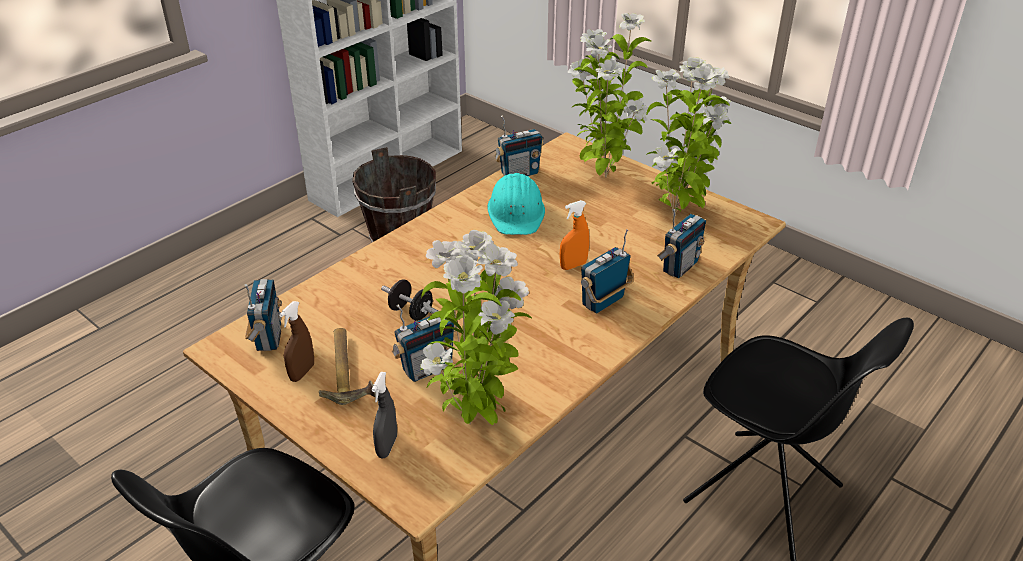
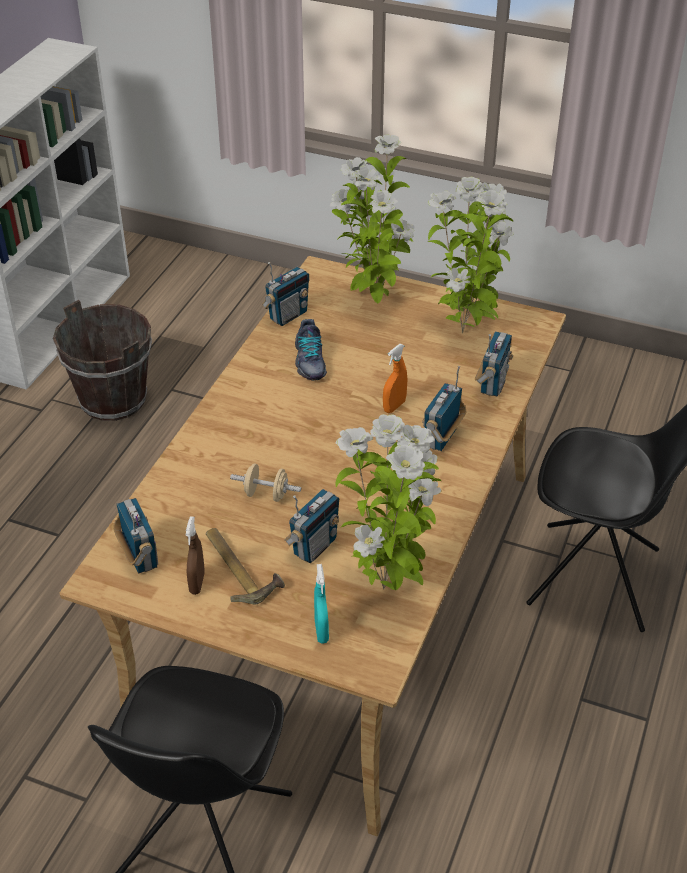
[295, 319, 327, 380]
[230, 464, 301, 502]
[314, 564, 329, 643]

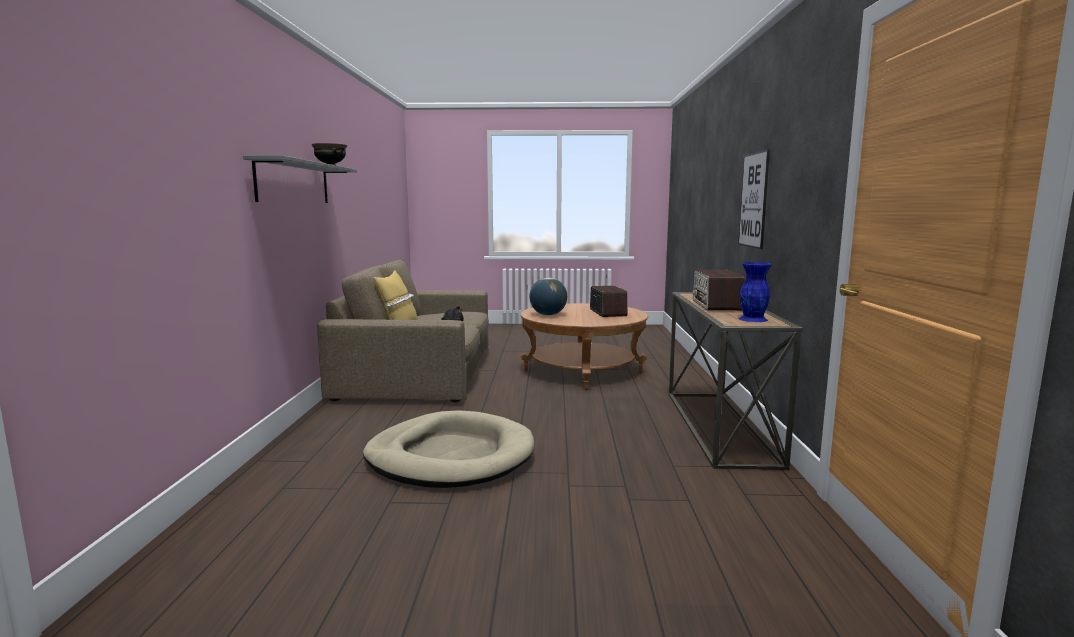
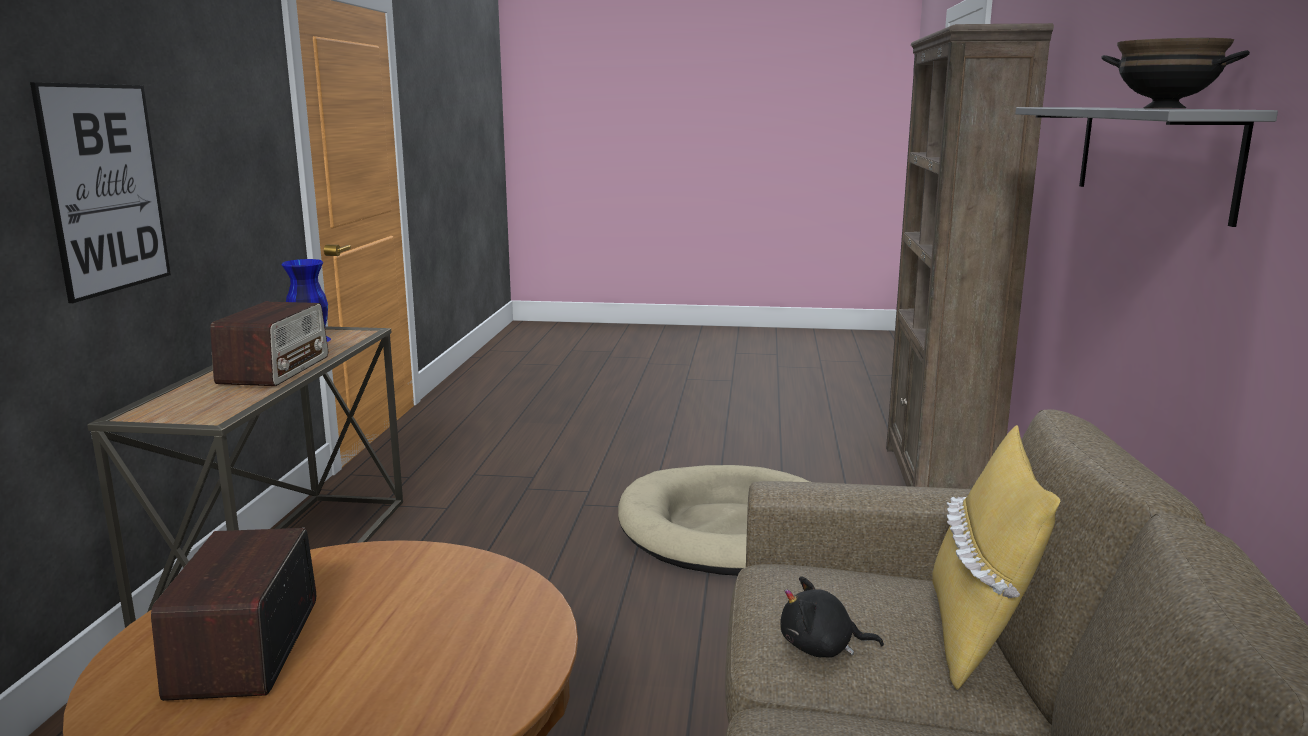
[529, 278, 567, 315] (first image)
[886, 23, 1054, 489]

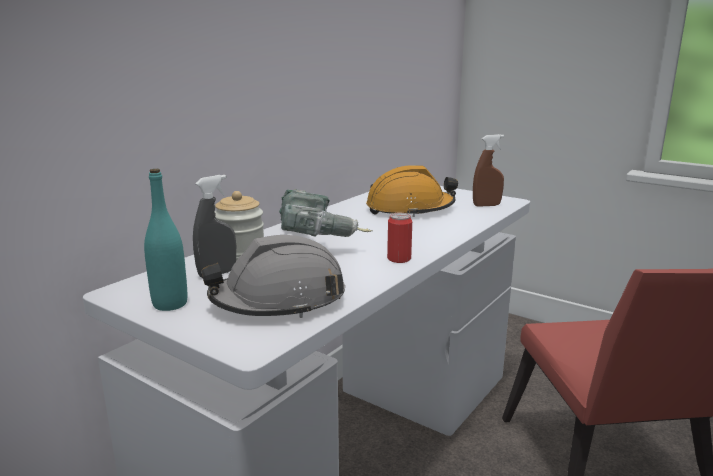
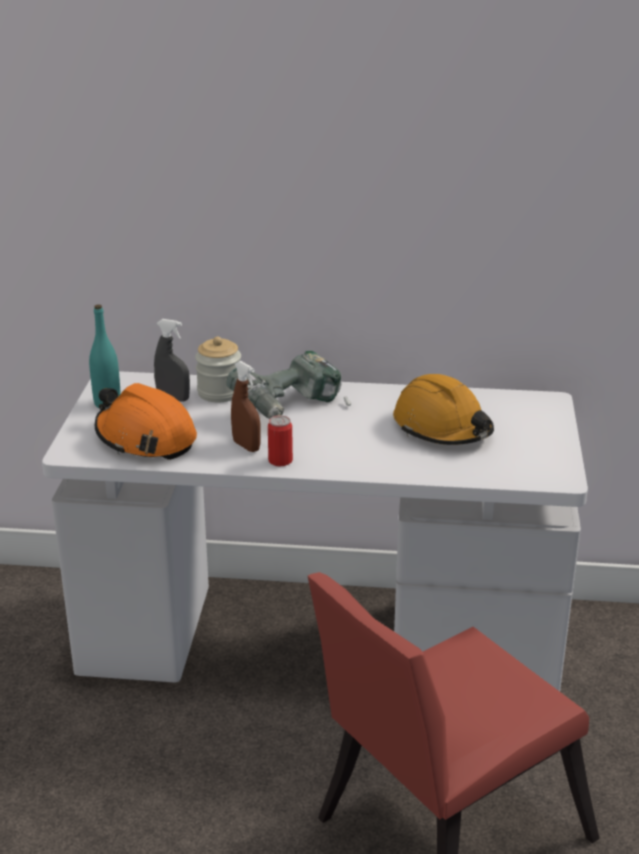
[231, 361, 261, 452]
[95, 383, 197, 460]

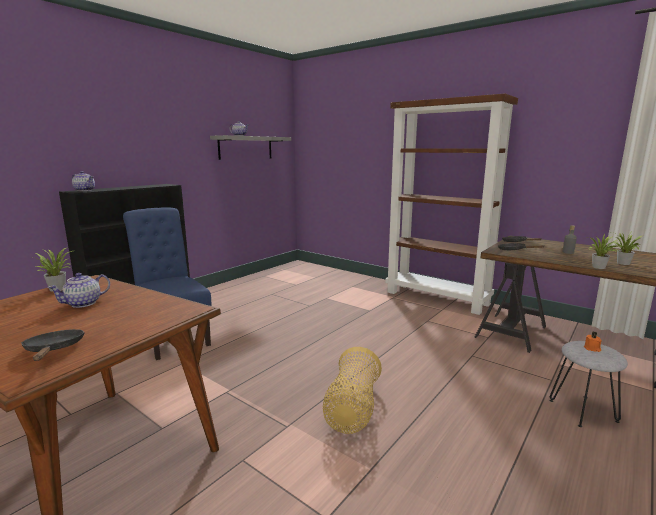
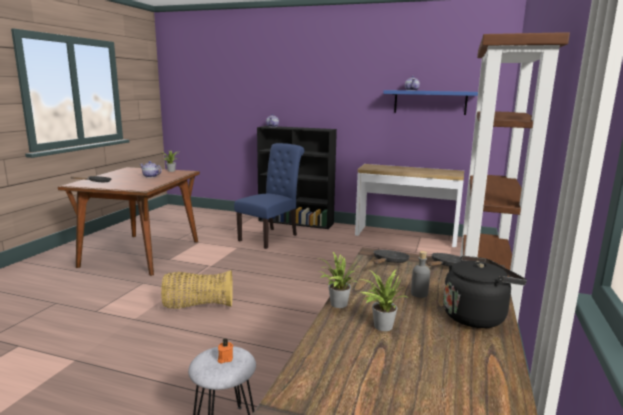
[383, 90, 478, 115]
[355, 164, 464, 247]
[443, 255, 527, 328]

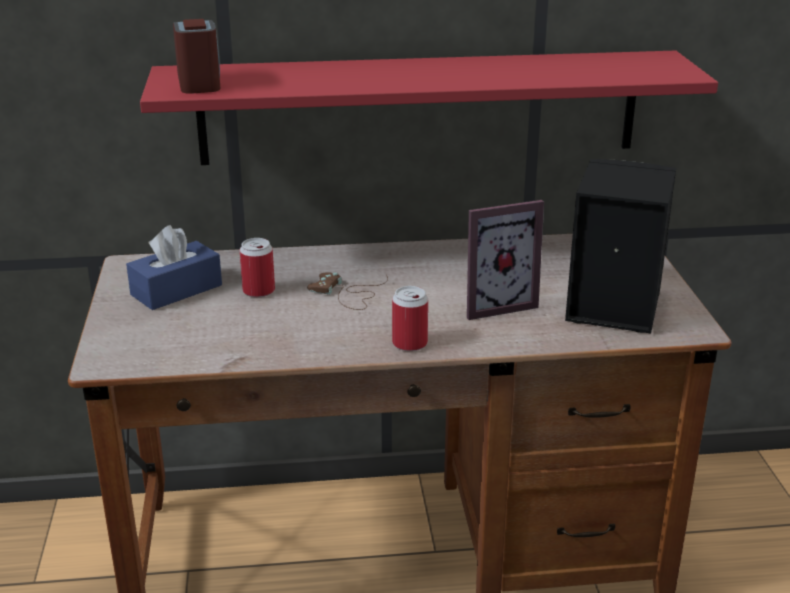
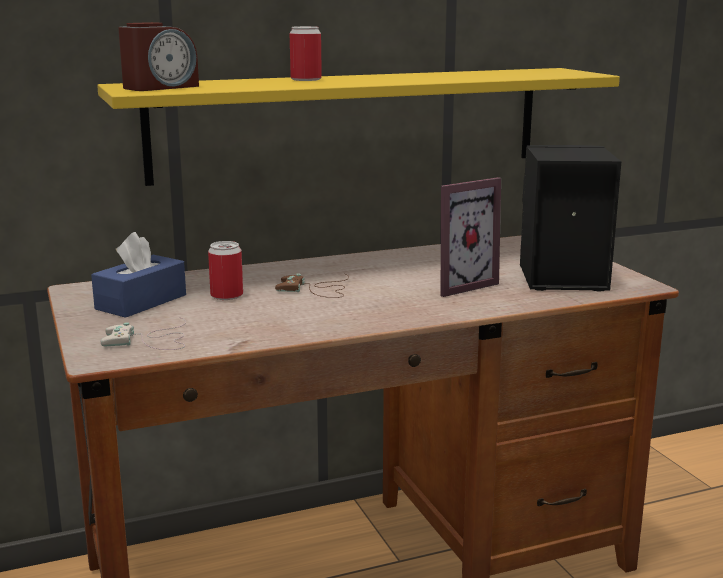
[118, 22, 199, 91]
[97, 68, 620, 186]
[290, 26, 322, 81]
[100, 317, 186, 350]

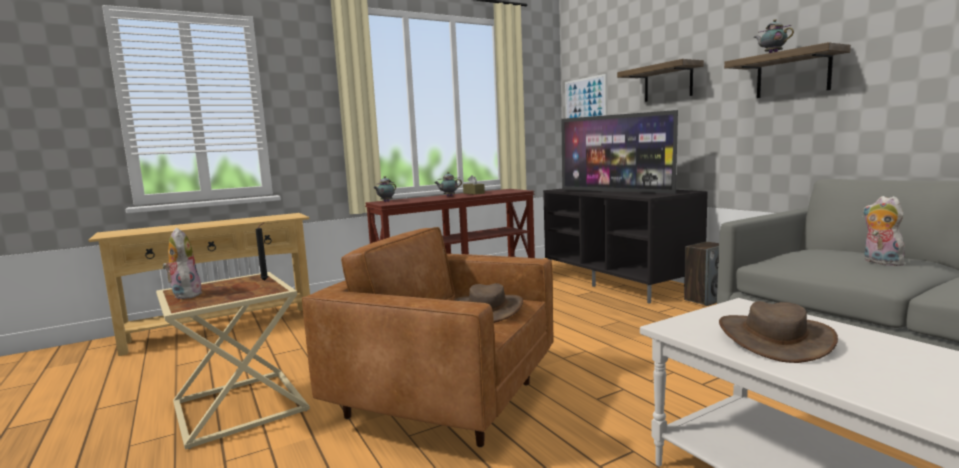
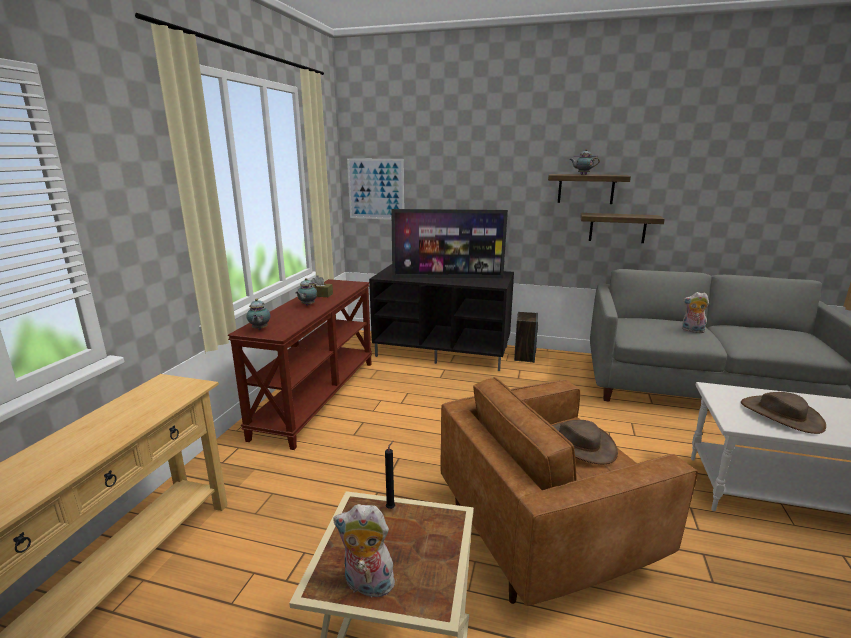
[580, 213, 665, 243]

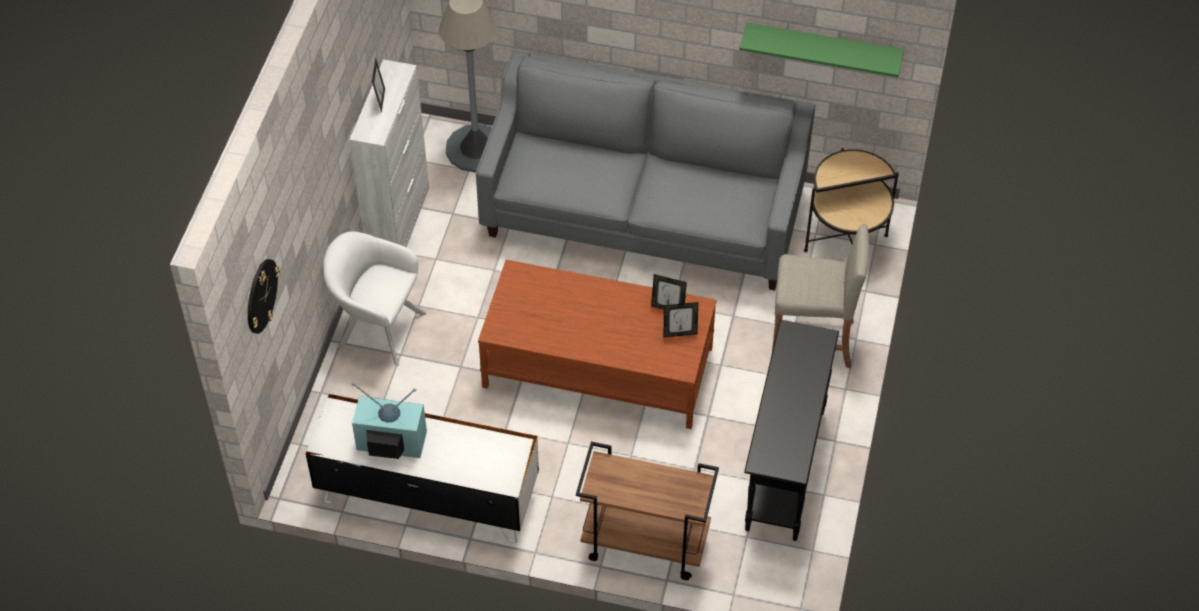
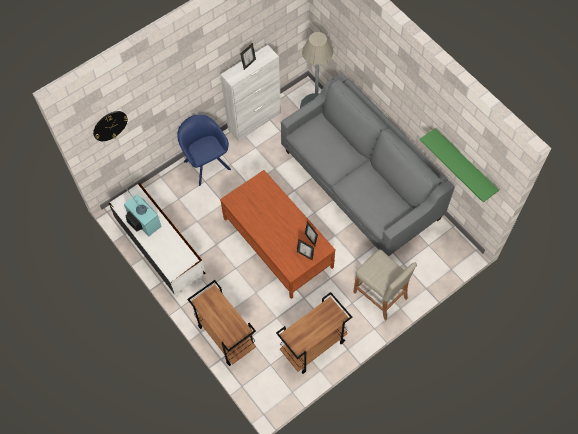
[804, 148, 899, 252] (first image)
[177, 114, 231, 186]
[276, 292, 352, 374]

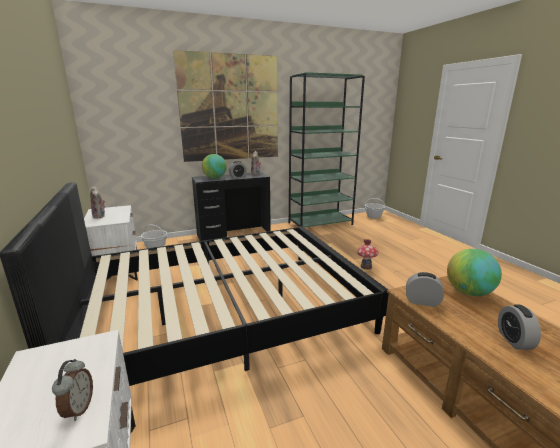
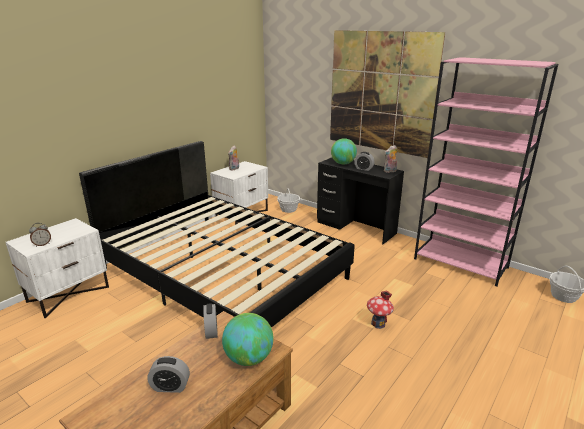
[414, 57, 558, 287]
[147, 356, 190, 393]

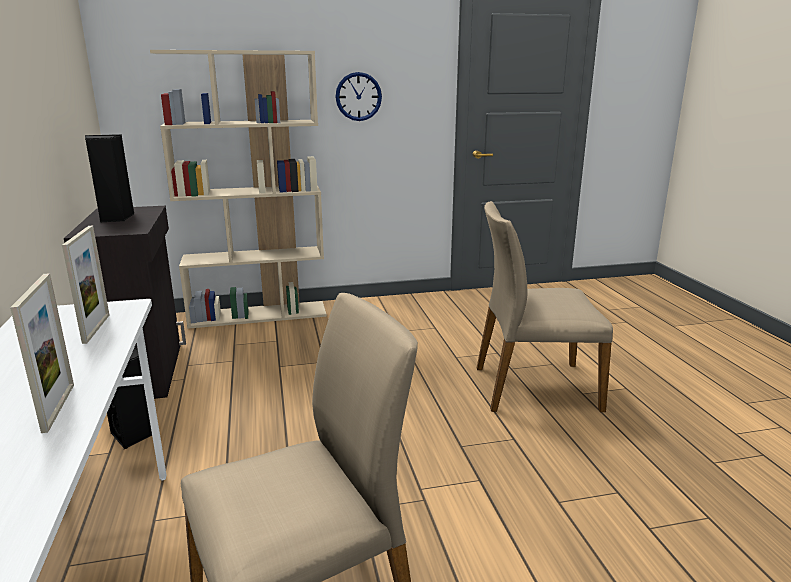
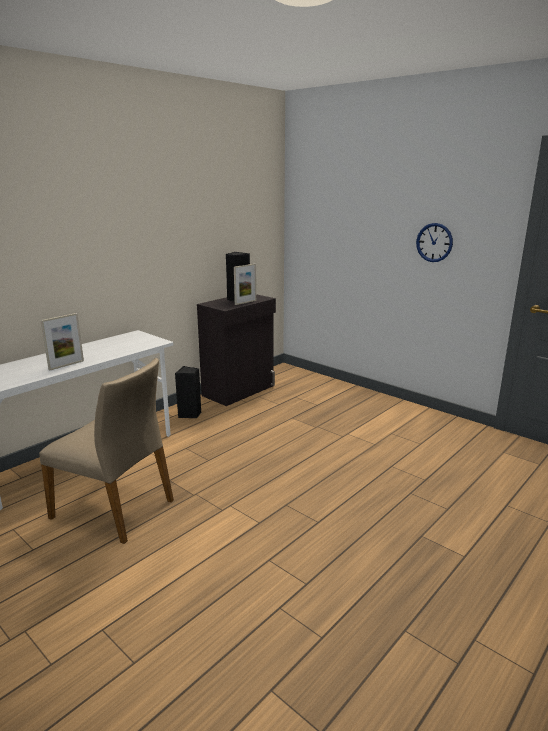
[150, 50, 327, 329] (first image)
[477, 201, 613, 412] (first image)
[234, 264, 256, 305]

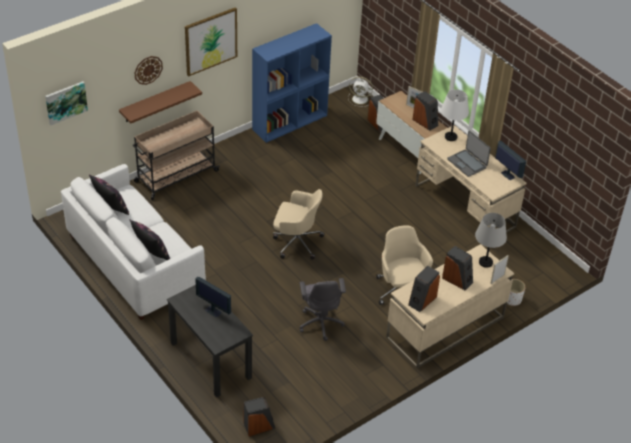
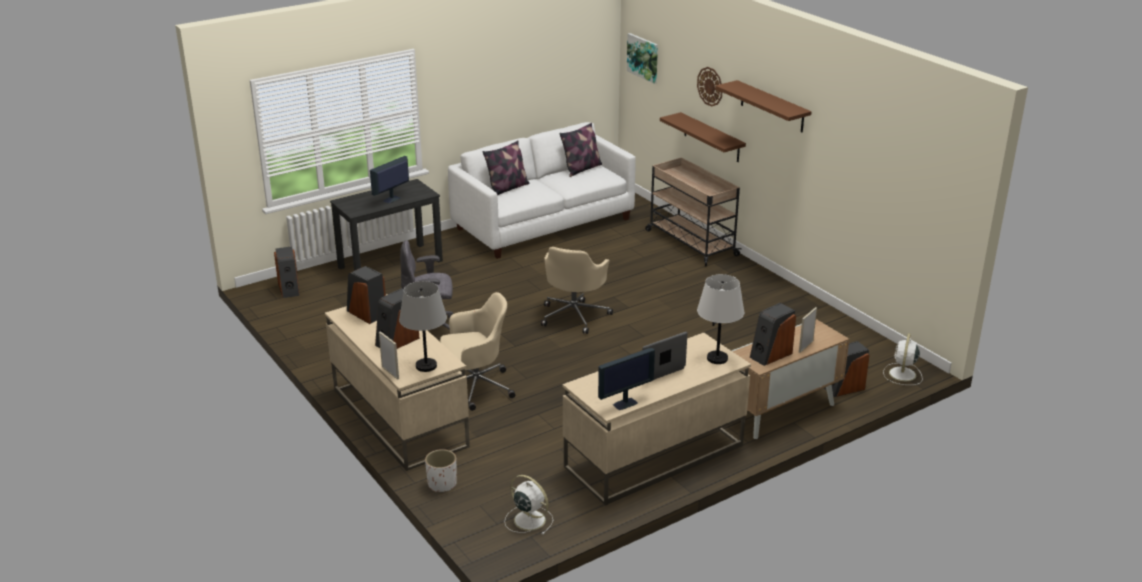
[715, 80, 812, 132]
[252, 23, 332, 143] (first image)
[505, 475, 553, 535]

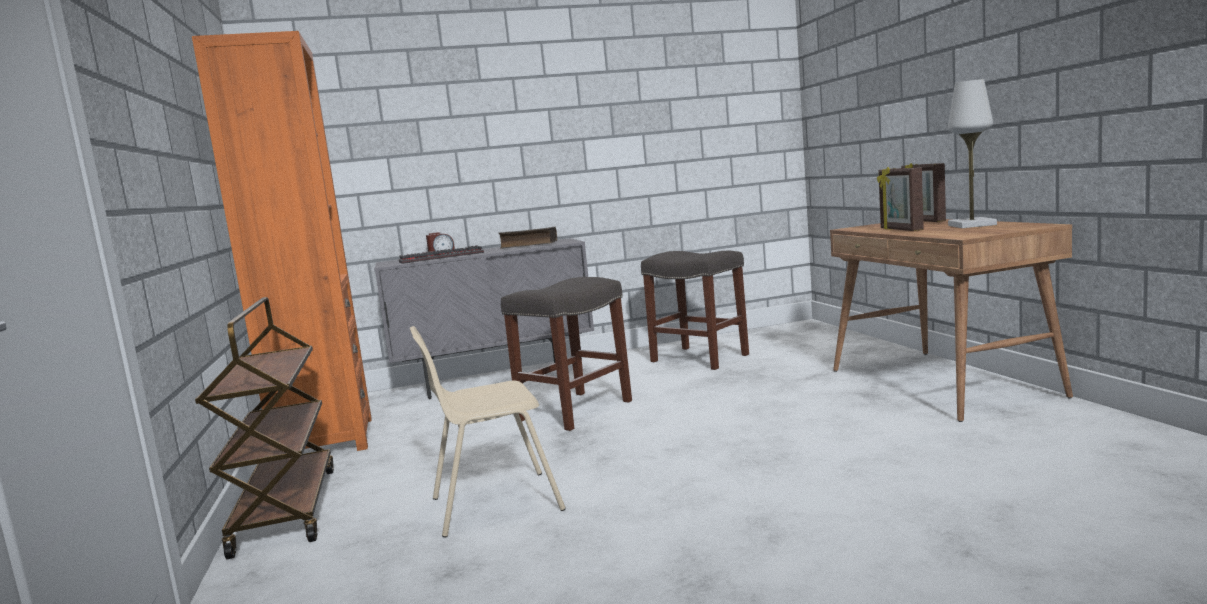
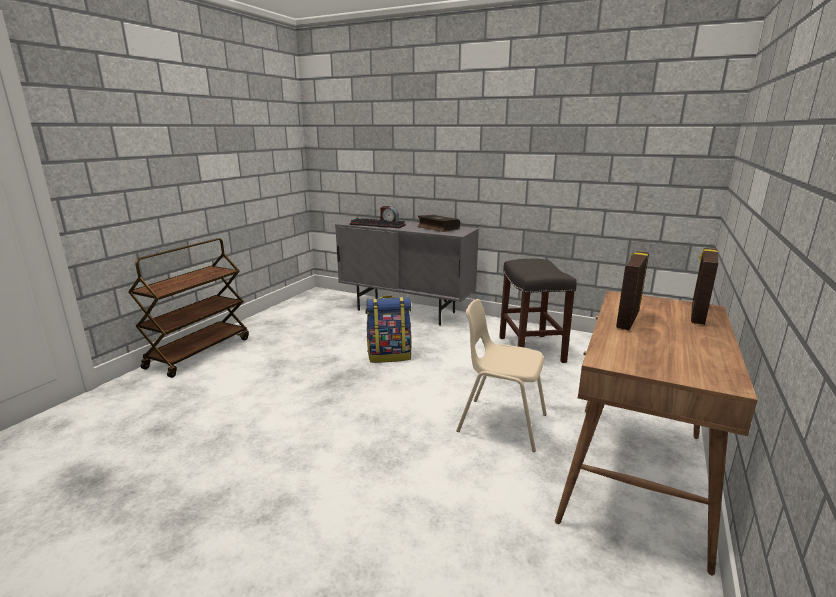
[192, 31, 372, 451] (first image)
[948, 79, 997, 228] (first image)
[365, 296, 411, 363]
[456, 299, 547, 452]

